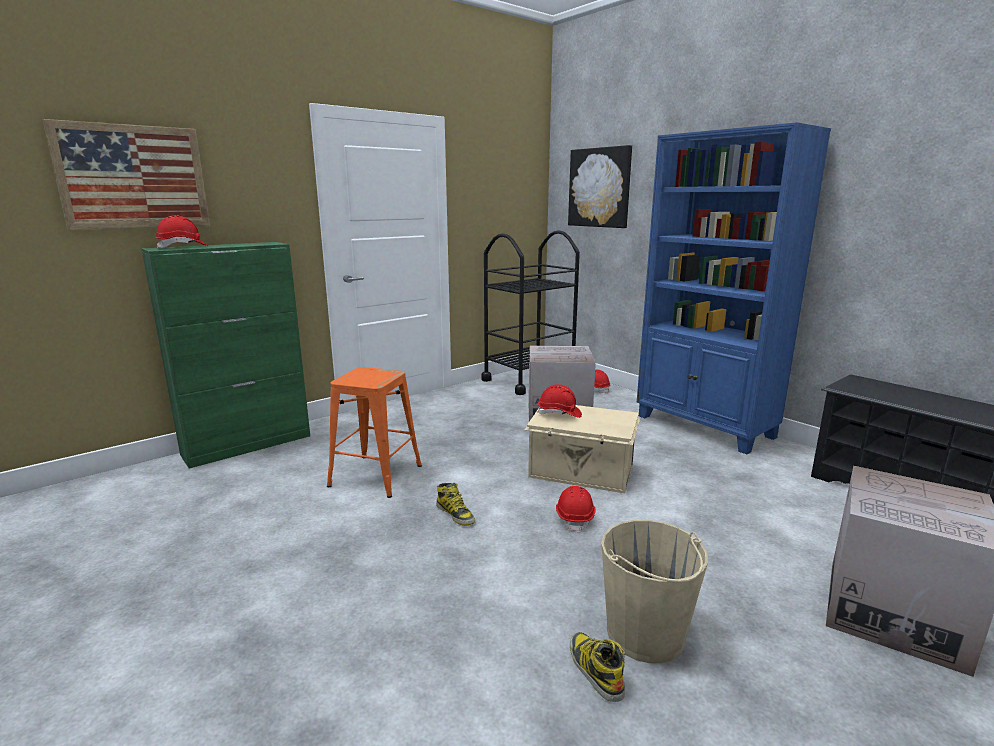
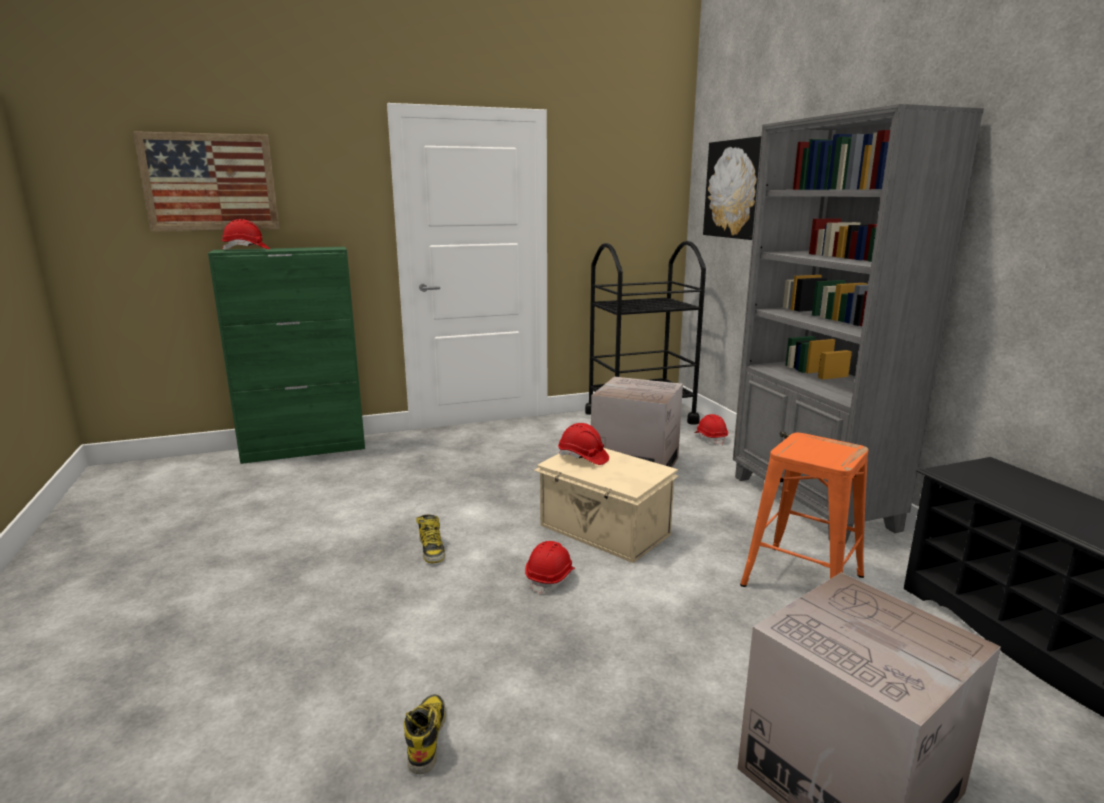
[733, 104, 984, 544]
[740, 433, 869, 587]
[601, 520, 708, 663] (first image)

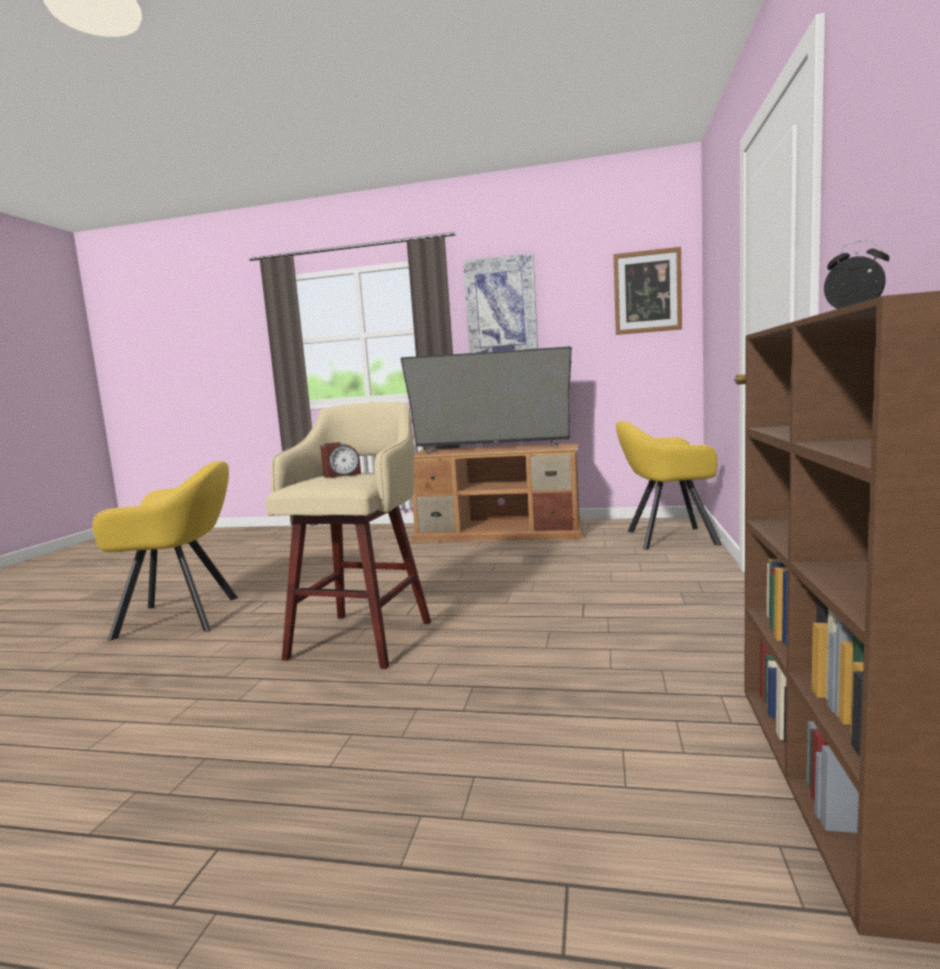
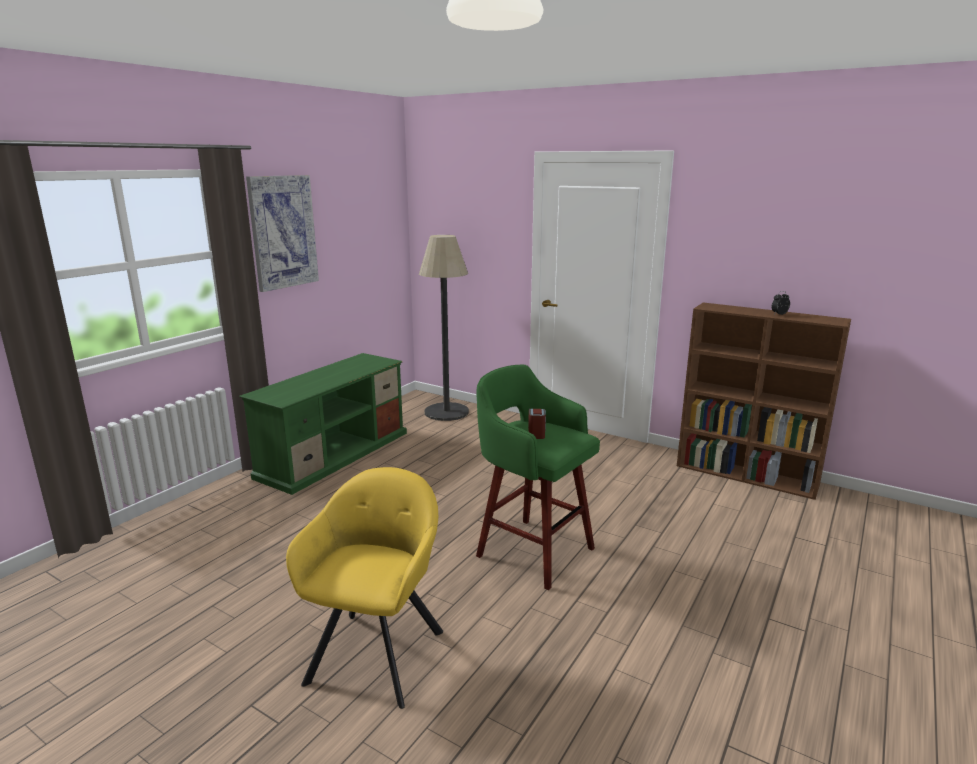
[614, 247, 682, 335] (first image)
[400, 346, 572, 454] (first image)
[476, 365, 600, 590]
[419, 235, 469, 421]
[239, 353, 407, 495]

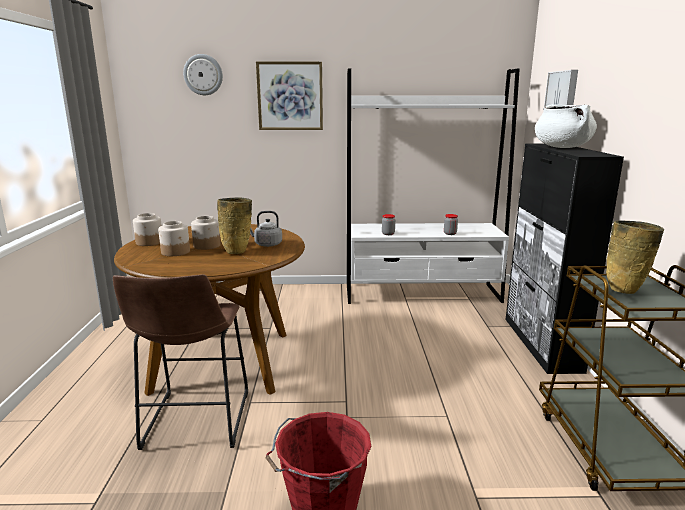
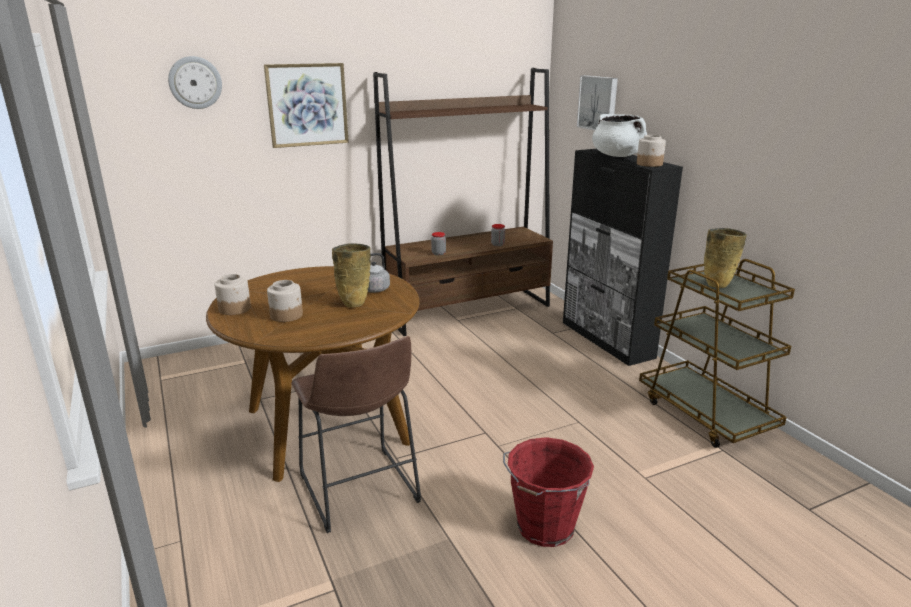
[373, 68, 553, 336]
[637, 135, 666, 167]

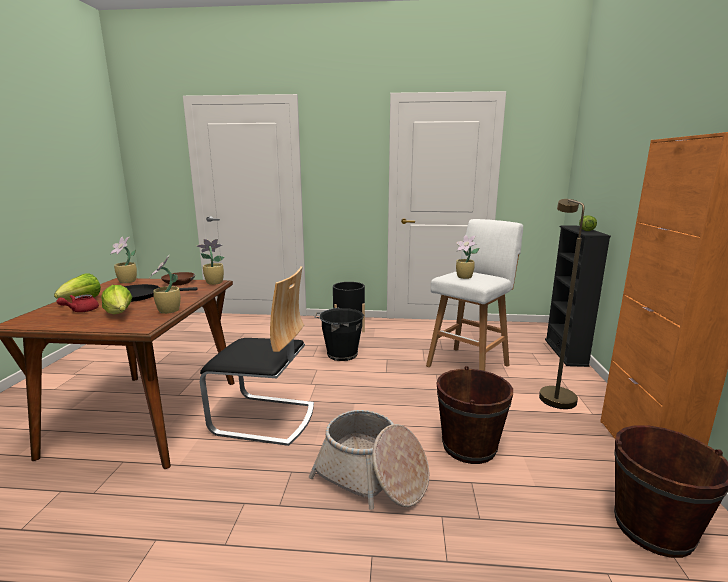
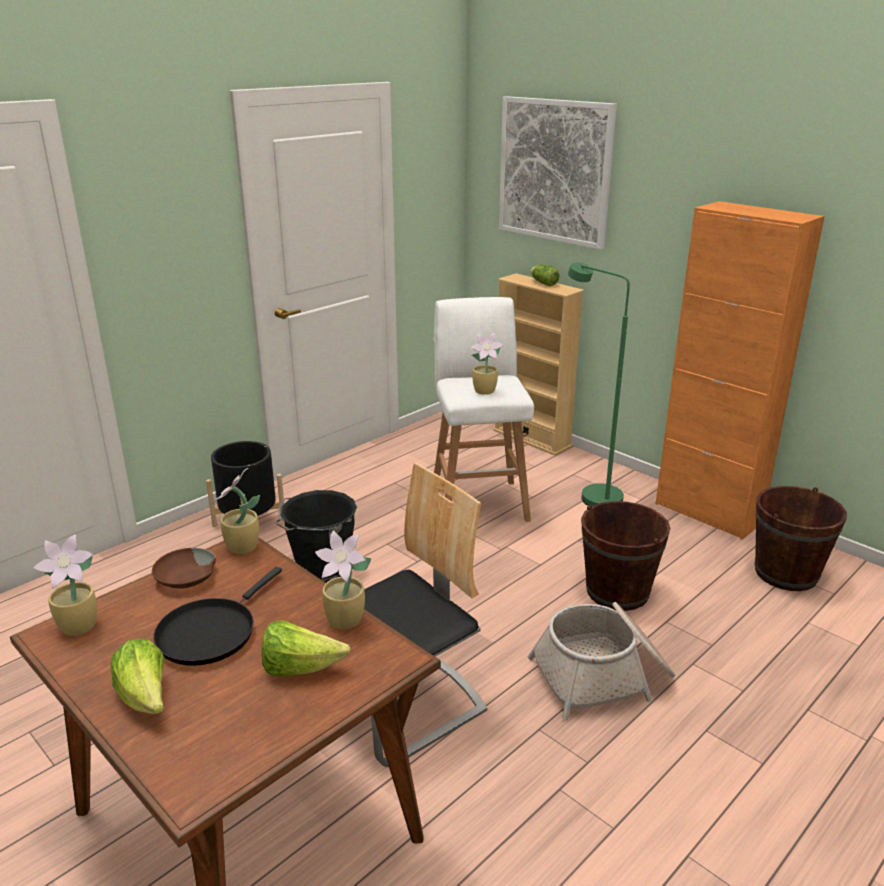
[568, 262, 630, 506]
[493, 273, 584, 456]
[57, 294, 99, 312] (first image)
[499, 96, 617, 250]

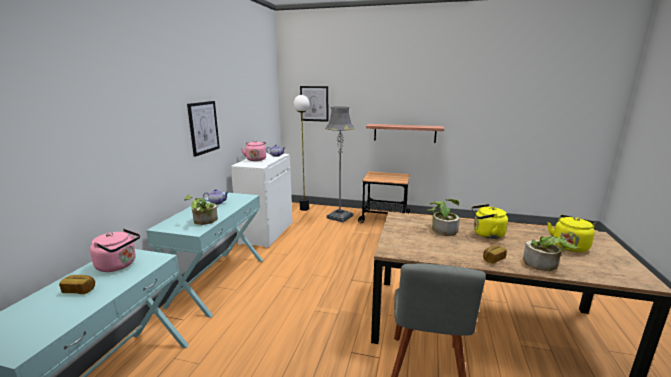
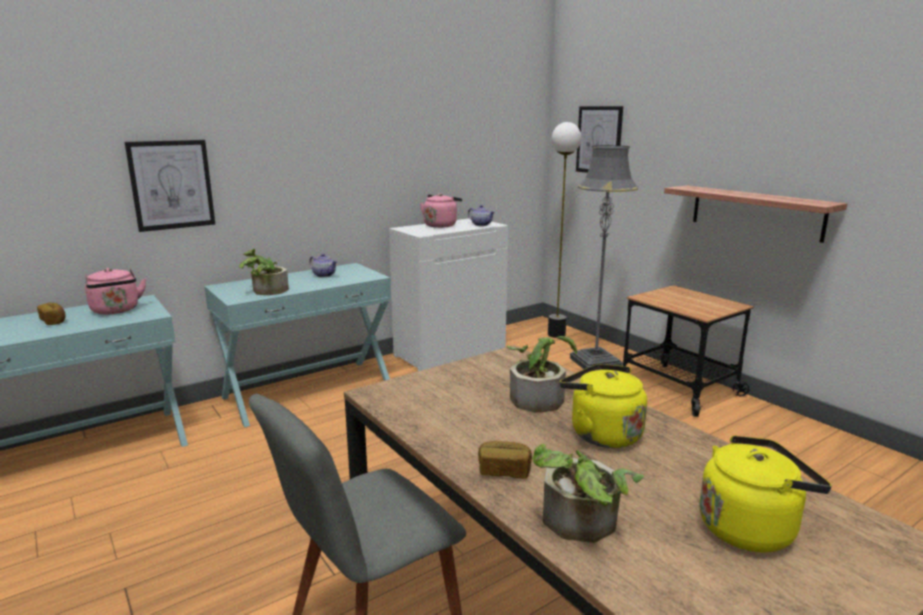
[125, 140, 215, 232]

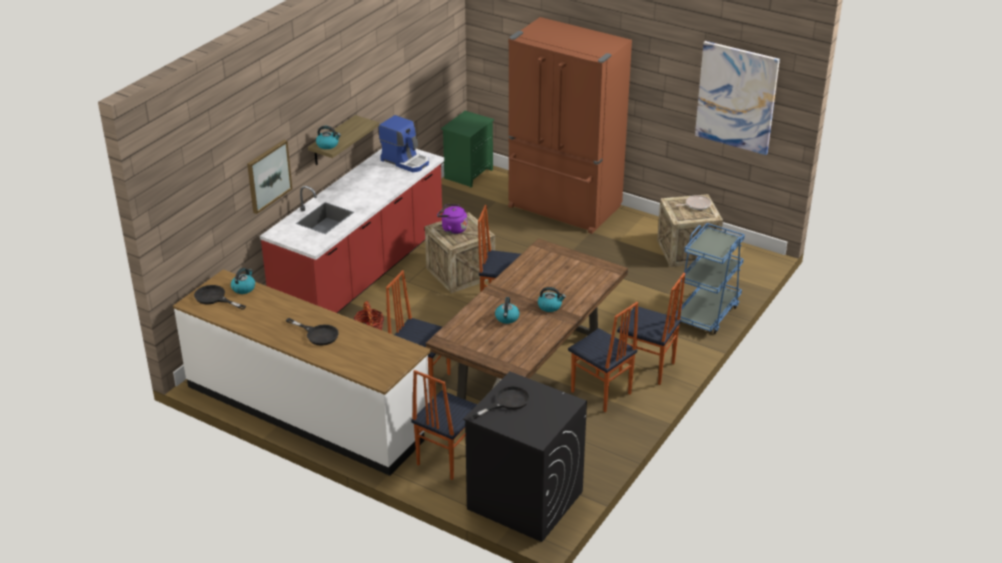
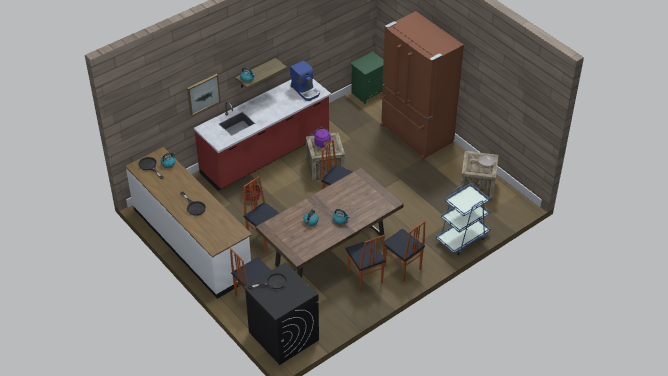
[695, 41, 780, 155] (first image)

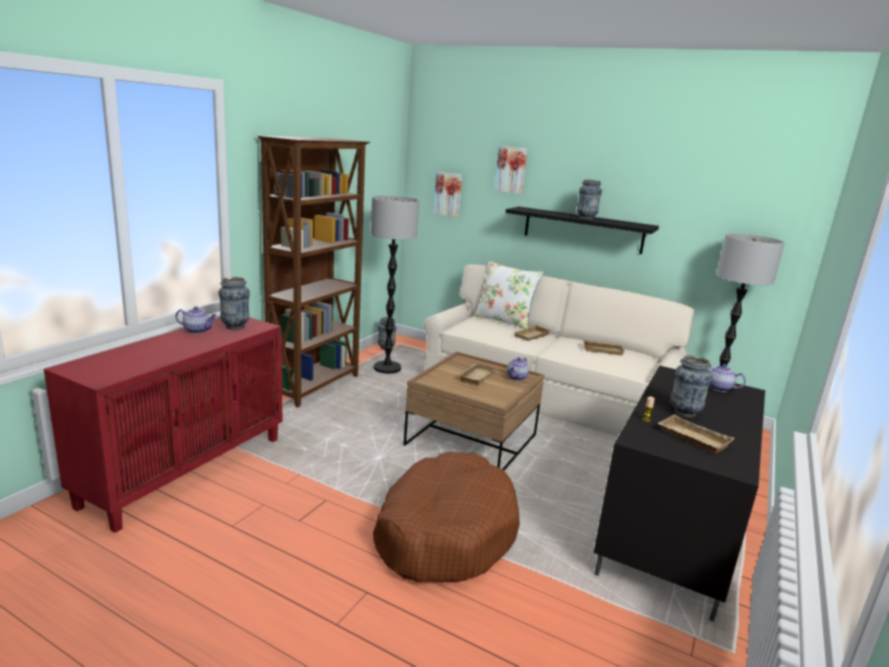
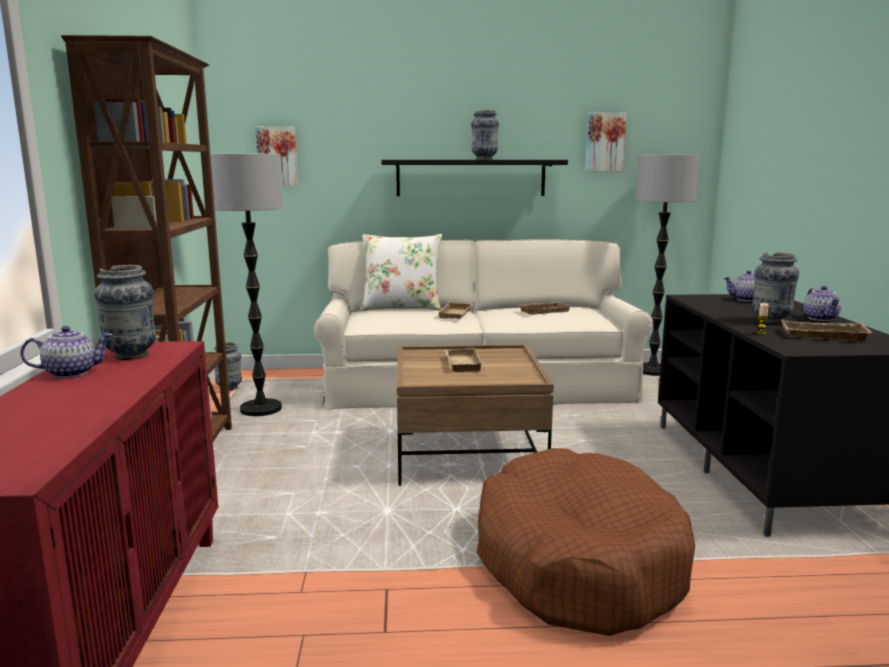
[585, 113, 627, 171]
[803, 286, 841, 321]

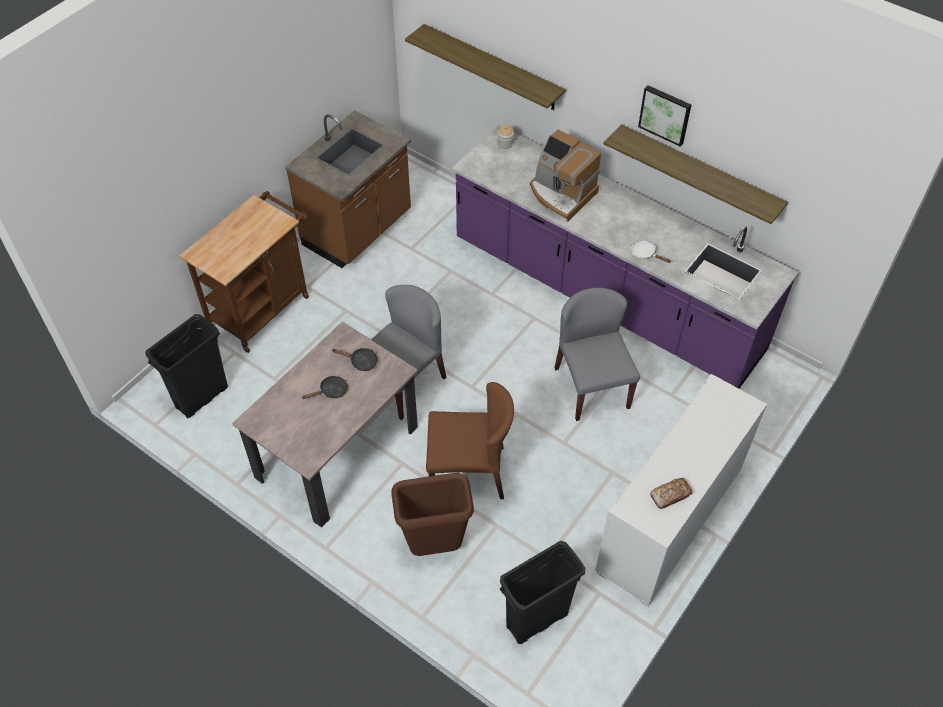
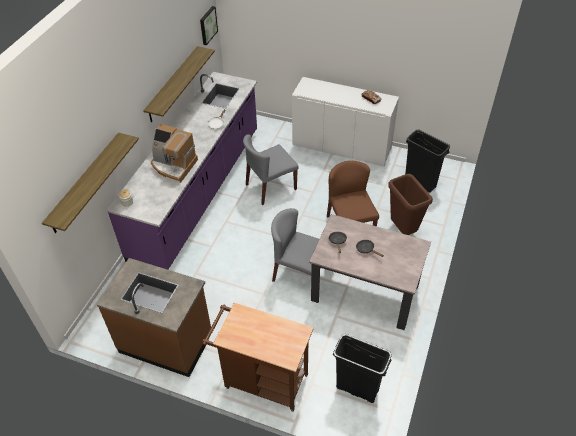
[200, 6, 218, 45]
[151, 124, 198, 183]

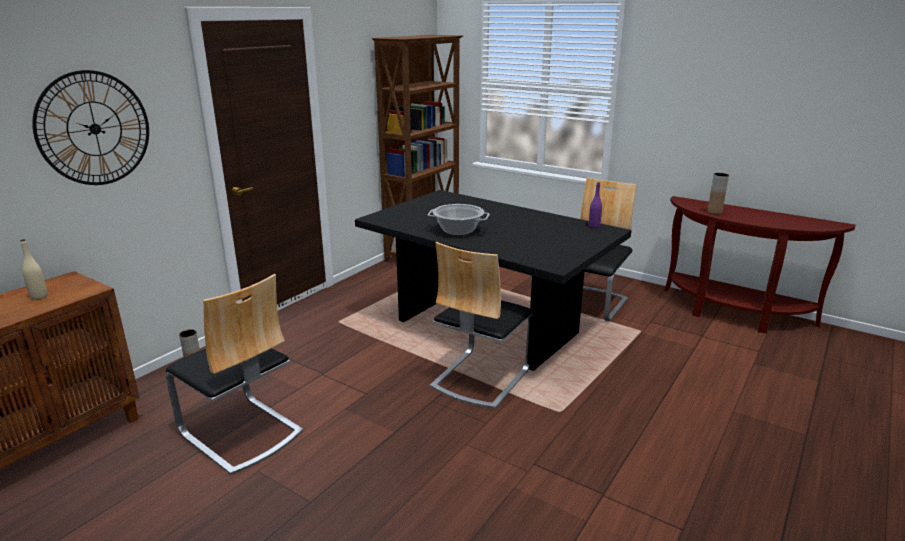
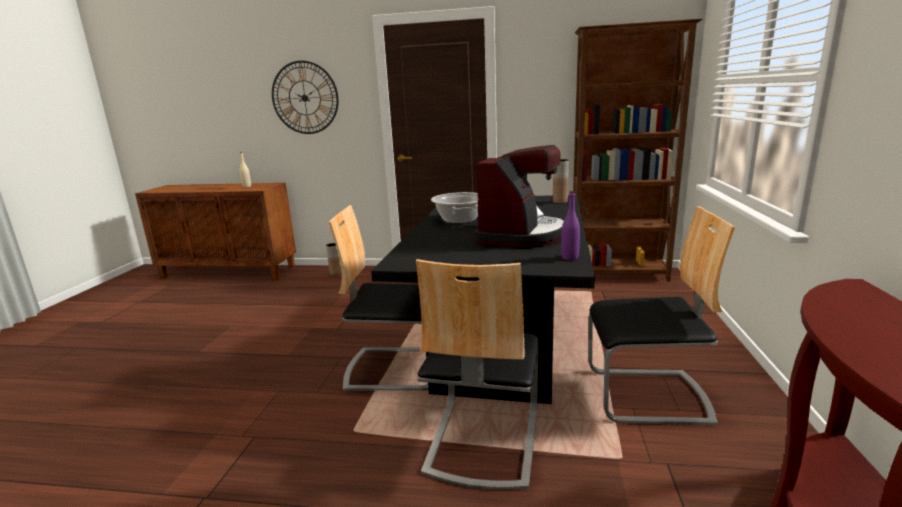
[553, 159, 569, 203]
[416, 259, 539, 490]
[474, 145, 565, 247]

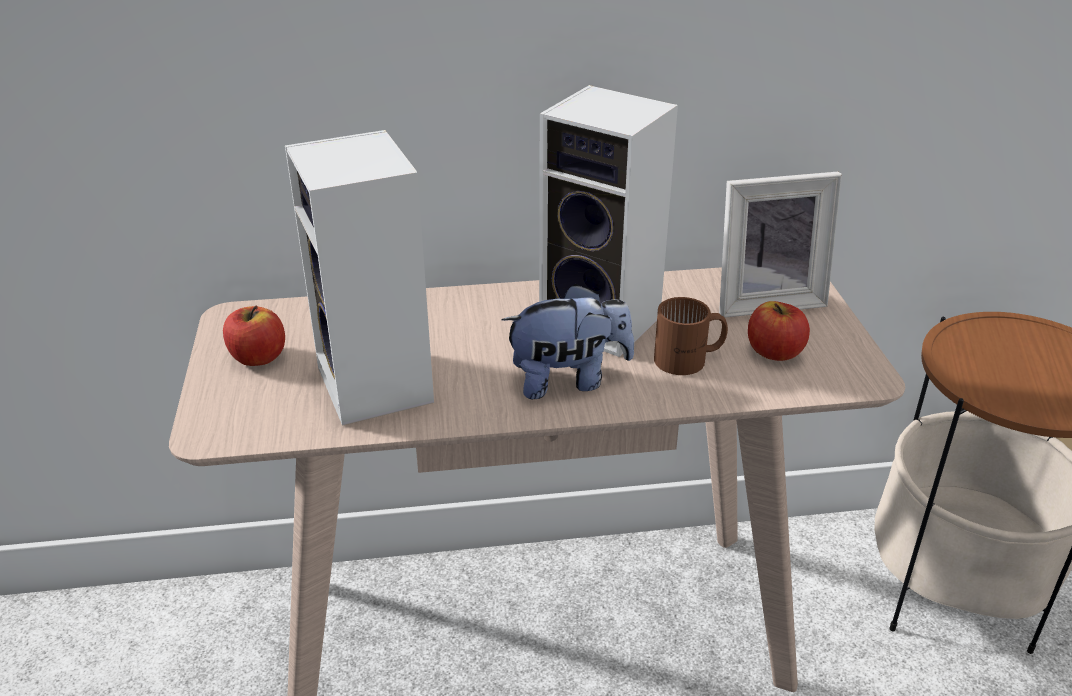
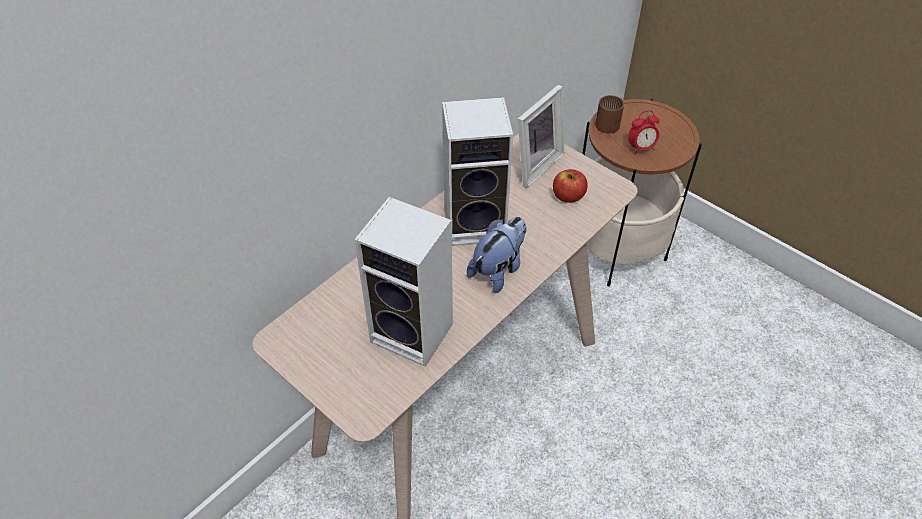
[595, 95, 624, 134]
[223, 305, 285, 366] (first image)
[628, 111, 660, 155]

